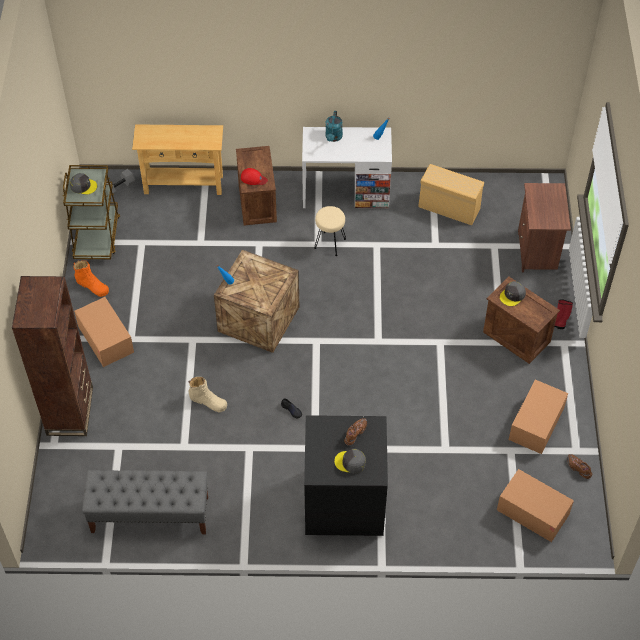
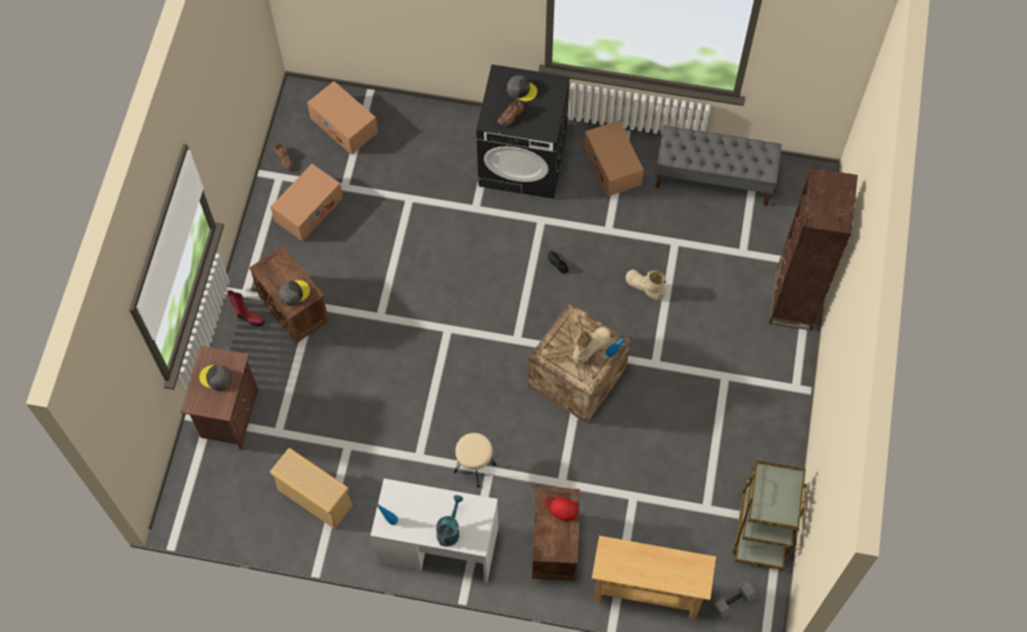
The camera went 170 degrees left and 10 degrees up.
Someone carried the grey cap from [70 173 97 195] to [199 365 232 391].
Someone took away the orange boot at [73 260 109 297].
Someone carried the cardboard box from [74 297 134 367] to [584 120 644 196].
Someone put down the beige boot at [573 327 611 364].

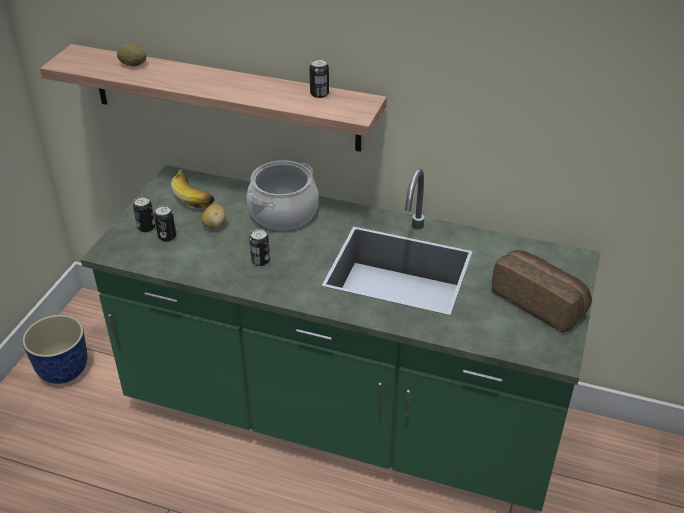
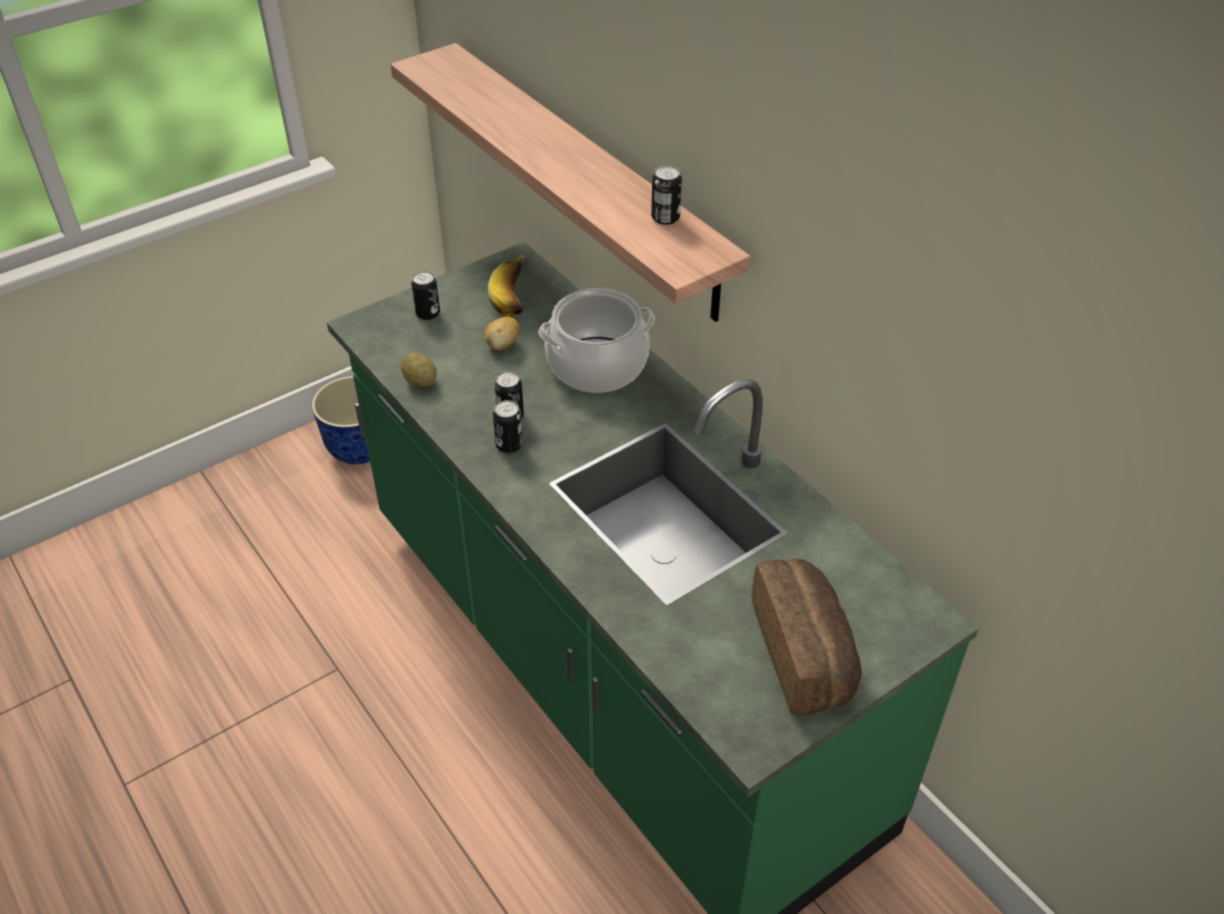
The camera went 35 degrees right and 5 degrees up.
Someone carried the potato from [117 44 146 66] to [401 353 437 387].
Someone carried the can from [154 205 176 242] to [493 400 523 453].

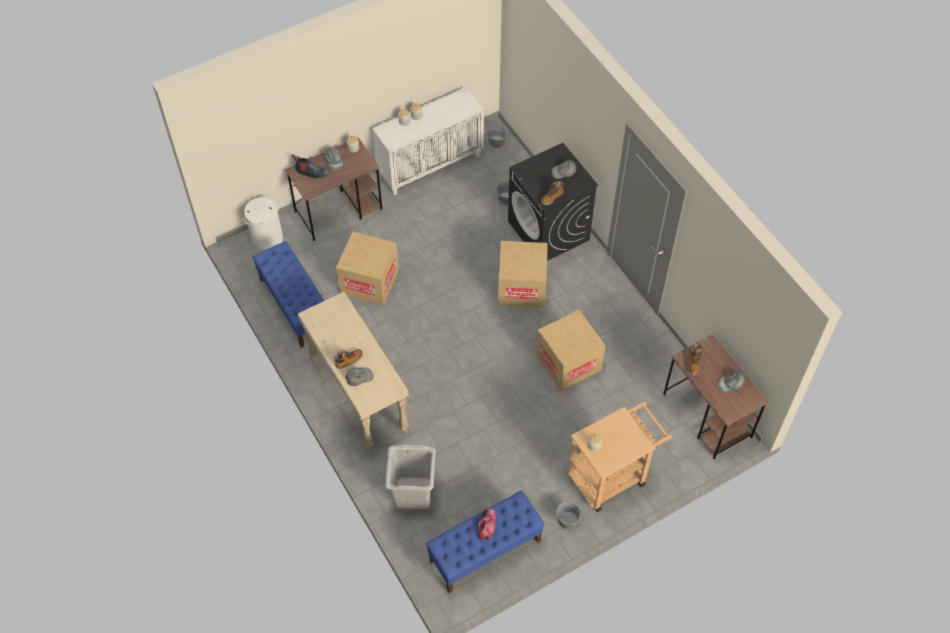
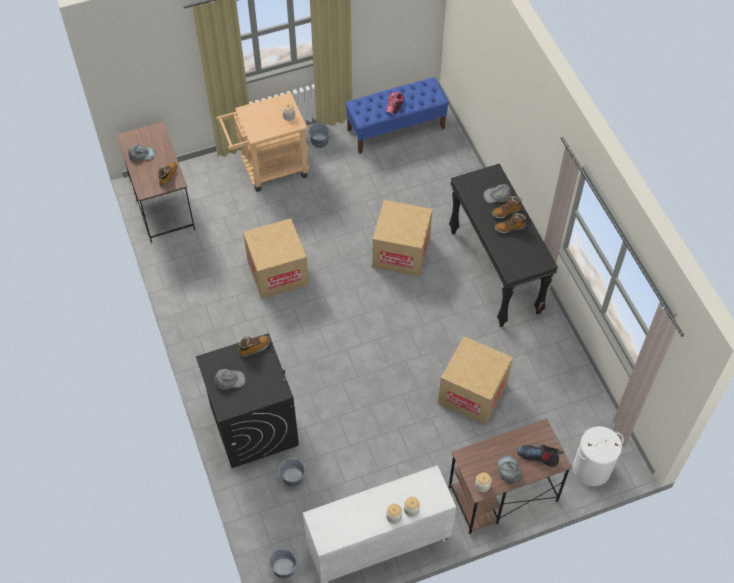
The camera went 170 degrees left and 0 degrees up.
Someone took away the blue bench at [252 241 324 348].
Someone carried the cardboard box from [498 241 548 308] to [372 200 432 277].
Someone repainted the beige console table at [298 292 409 451], which became the black console table at [449 164 558 327].
Someone took away the grey laundry basket at [385 445 436 509].
Someone put down the boot at [495 213 527 233].

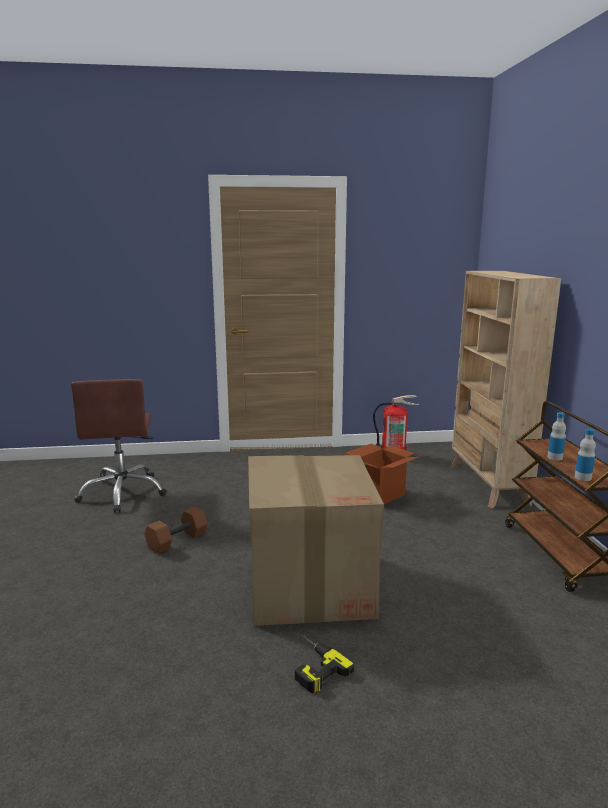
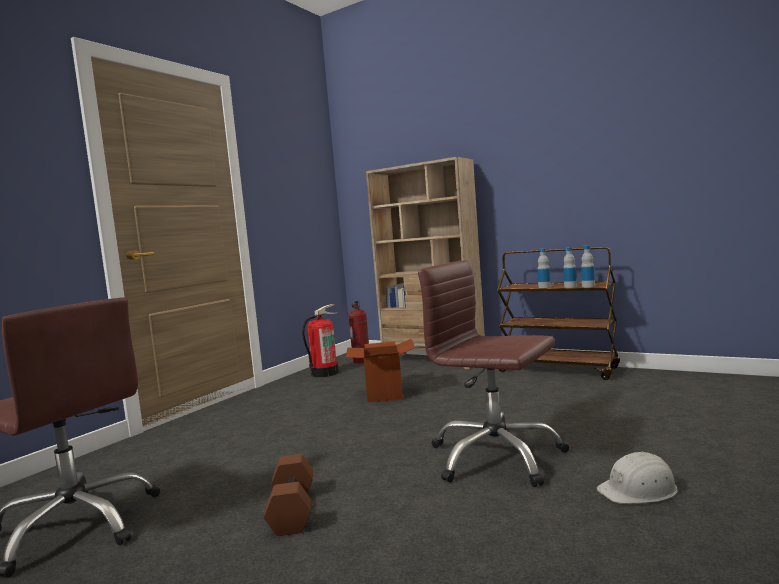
The camera went 50 degrees left and 10 degrees down.
Someone swapped the cardboard box at [248 455 384 626] for the brown office chair at [418 260 569 487].
Someone swapped the power drill at [295 634 354 693] for the white hard hat at [597 451 678 504].
Someone put down the bottle at [563 247 577 288].
Someone put down the fire extinguisher at [349 301 369 364].

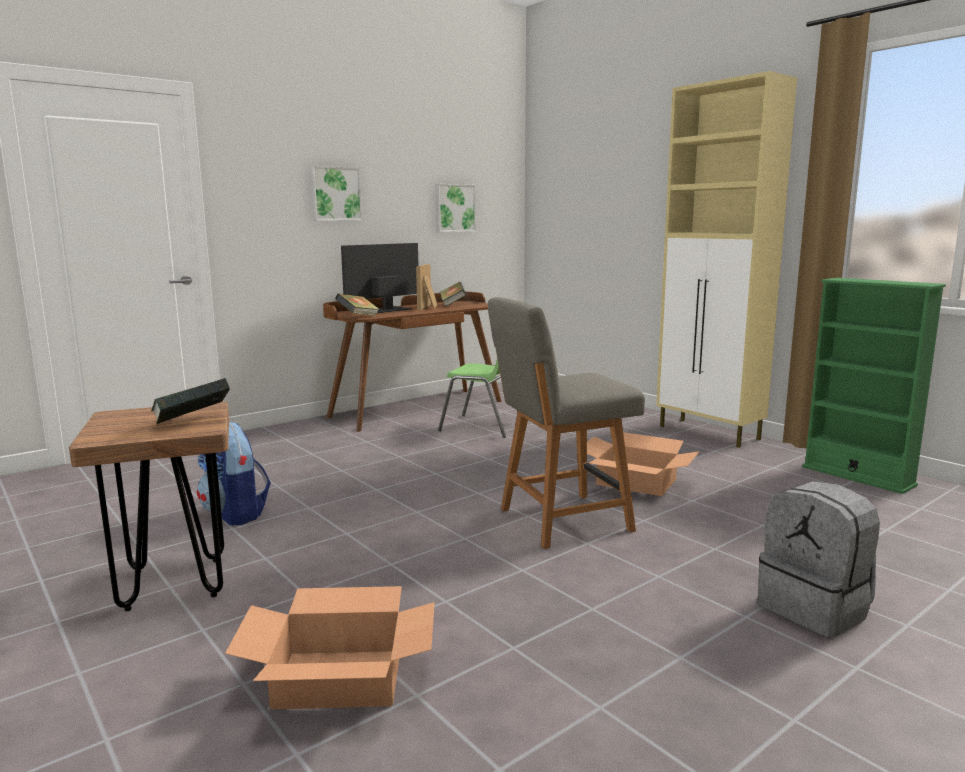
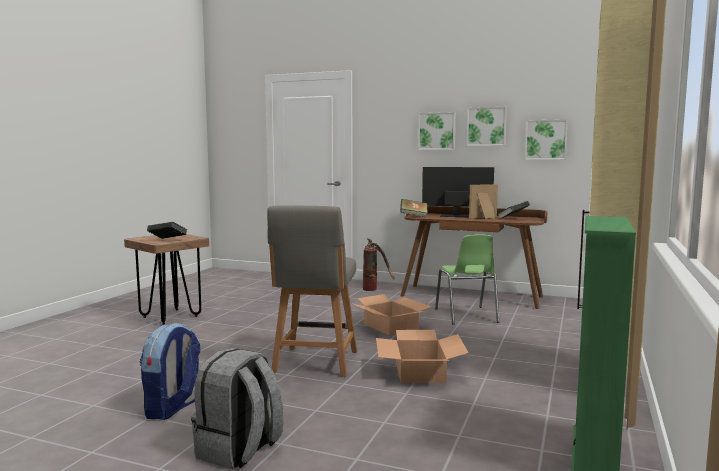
The camera went 60 degrees right and 5 degrees down.
Someone rotated the grey chair at [488 297 645 549] by 120 degrees counterclockwise.
Someone carried the backpack from [197 422 271 526] to [140 323 201 420].
Someone carried the cardboard box from [225 586 435 709] to [351 294 431 335].
Someone put up the picture at [467 107 507 146].
Someone put down the fire extinguisher at [363 238 395 291].

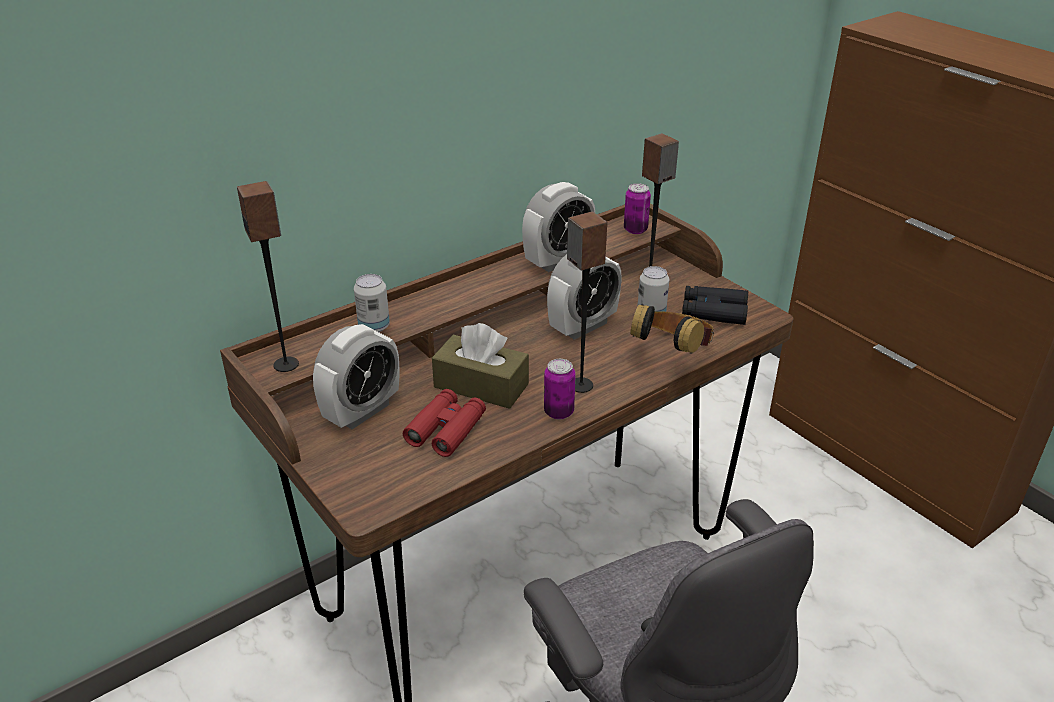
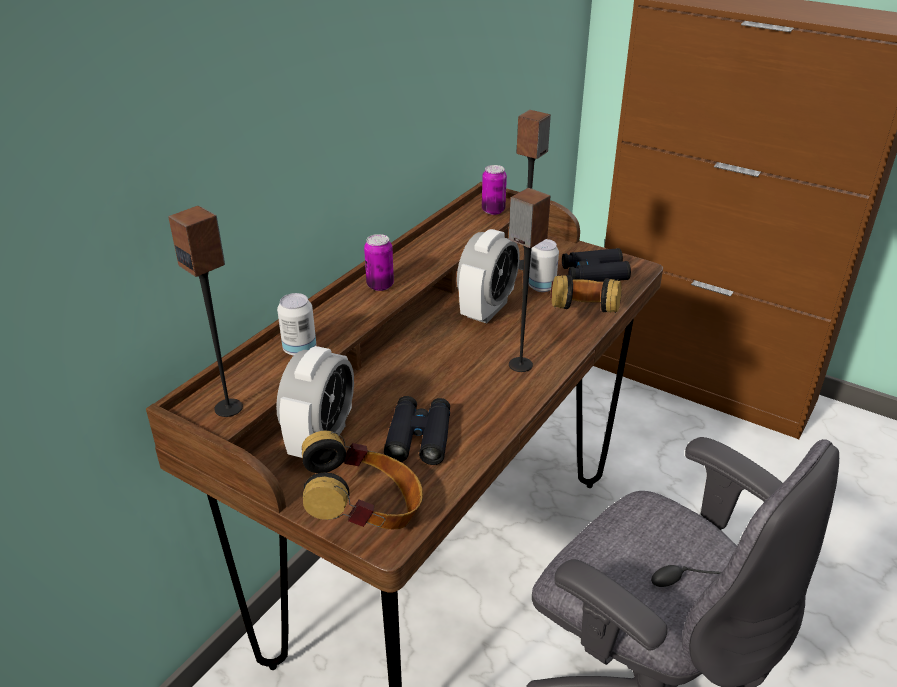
The camera went 20 degrees left and 0 degrees up.
Someone took away the alarm clock at [522 182 595 272].
Someone took away the brown tissue box at [432 323 529 409].
Someone carried the can from [544 359 576 419] to [364 234 394 291].
Someone repainted the red binoculars at [403 389 486 457], which became the black binoculars at [384 396 450 465].
Someone put down the headphones at [302 430 423 529].

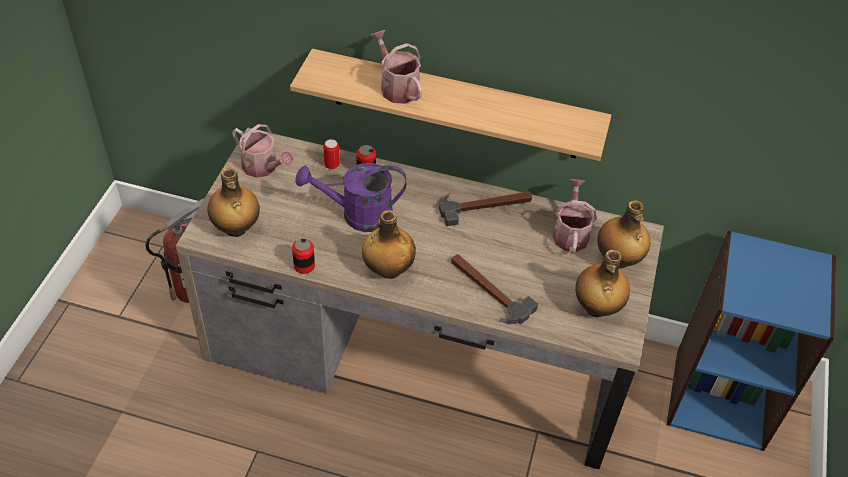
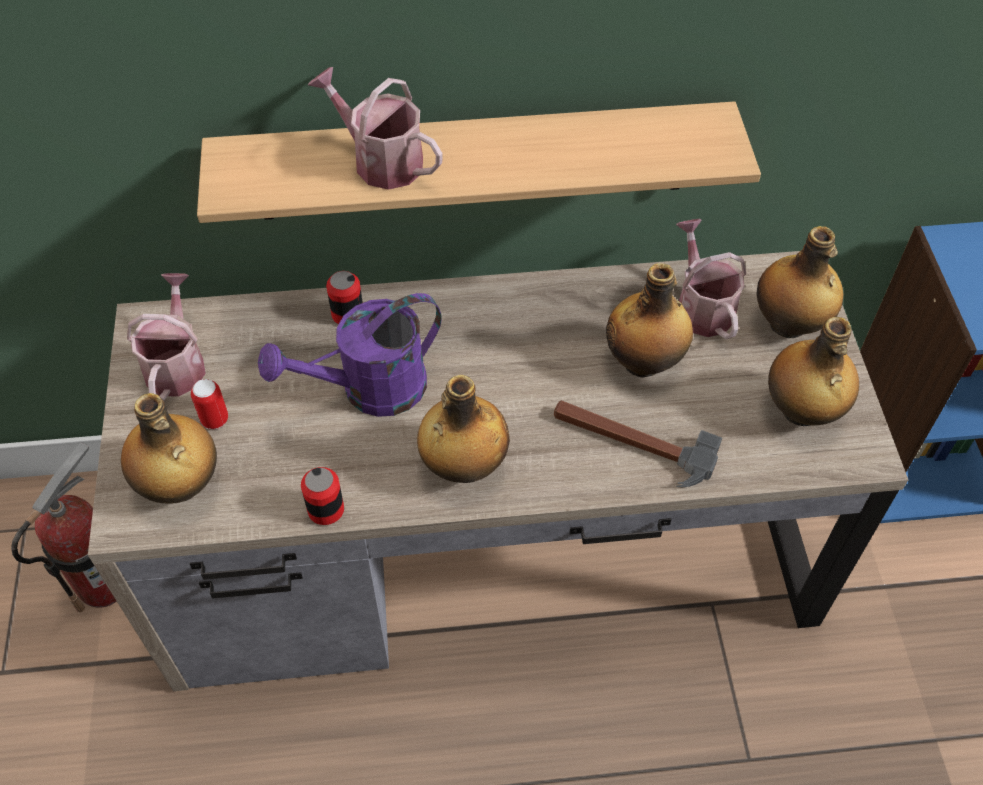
The camera went 20 degrees left and 5 degrees up.
Someone rotated the watering can at [232 124 294 178] by 105 degrees counterclockwise.
Someone carried the can from [323 139 340 169] to [191 379 228 429].
Someone took away the hammer at [439 191 532 226].
Someone put down the bottle at [606 263 693 378].

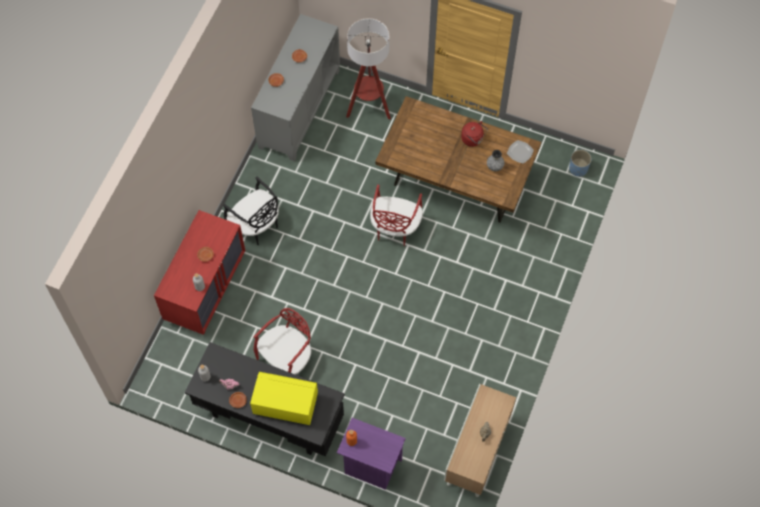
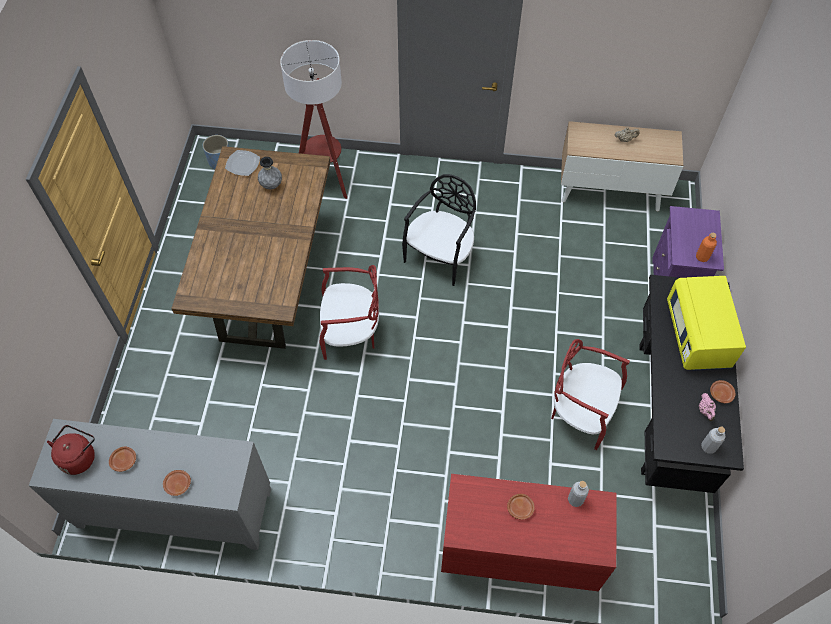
The camera went 105 degrees left and 5 degrees down.
Someone carried the floor lamp from [346 18 391 120] to [280 40 347 199].
Someone carried the red kettle from [461 121 488 147] to [47 425 95 475].
Someone carried the black chair from [223 177 279 245] to [402 174 476 286].

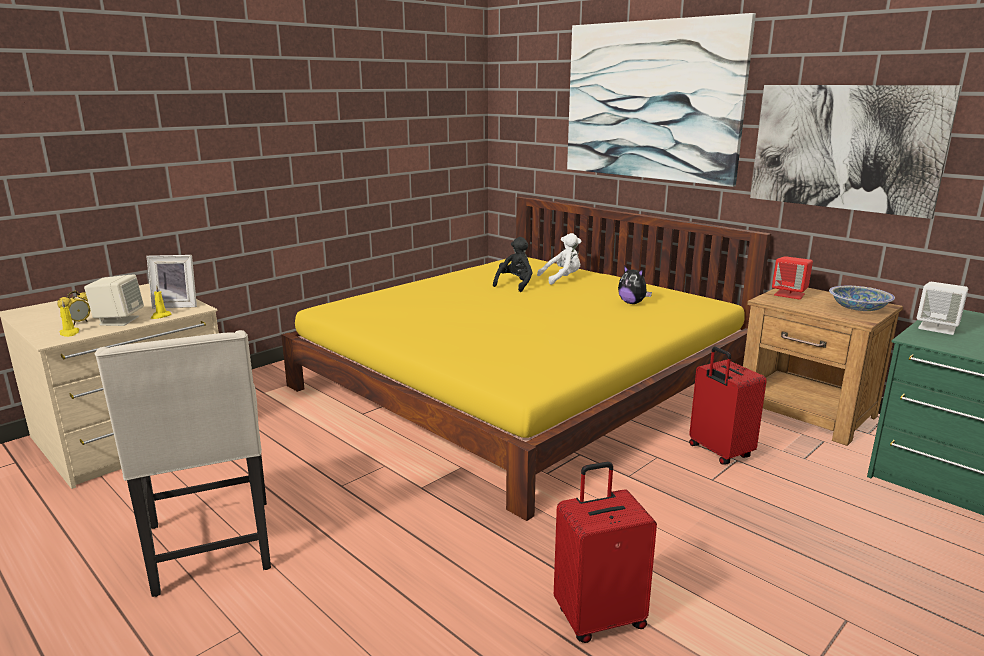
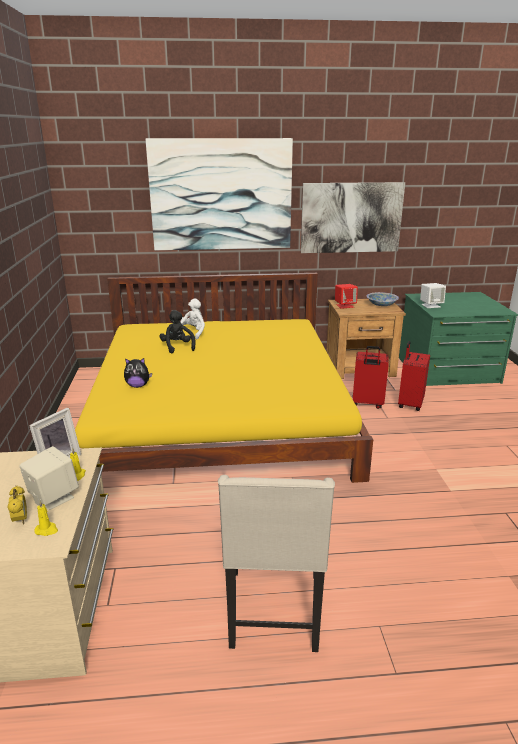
The camera went 50 degrees left and 5 degrees up.
Someone carried the plush toy from [618 265 652 304] to [124 358 152 388].
Someone rotated the beige chair at [95 330 271 597] by 75 degrees clockwise.
Someone carried the red suitcase from [554 462 657 643] to [398 341 430 411].

